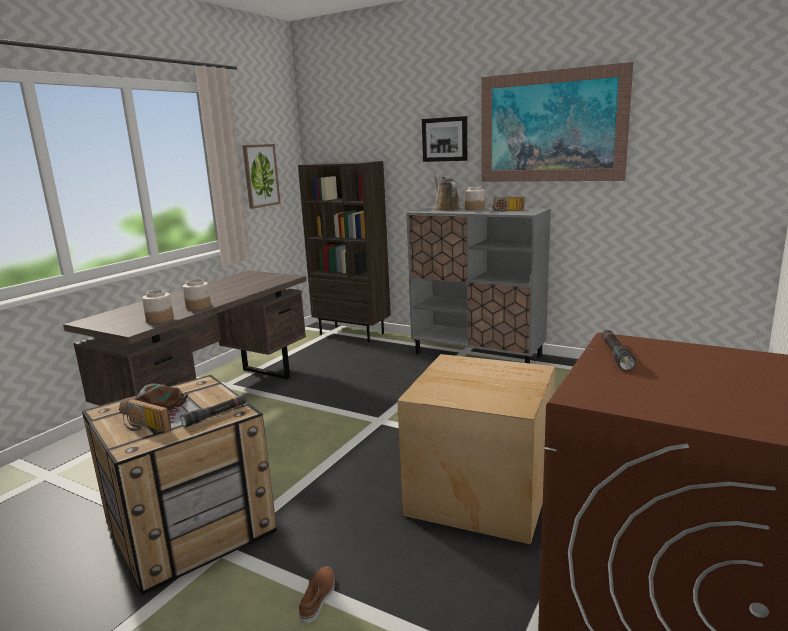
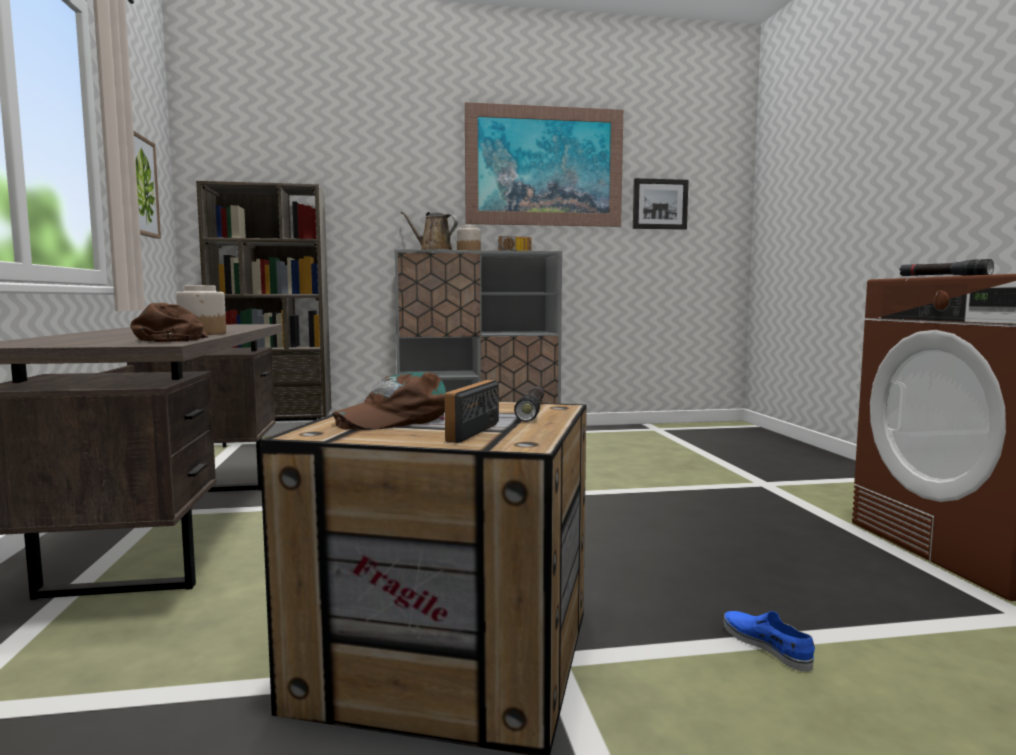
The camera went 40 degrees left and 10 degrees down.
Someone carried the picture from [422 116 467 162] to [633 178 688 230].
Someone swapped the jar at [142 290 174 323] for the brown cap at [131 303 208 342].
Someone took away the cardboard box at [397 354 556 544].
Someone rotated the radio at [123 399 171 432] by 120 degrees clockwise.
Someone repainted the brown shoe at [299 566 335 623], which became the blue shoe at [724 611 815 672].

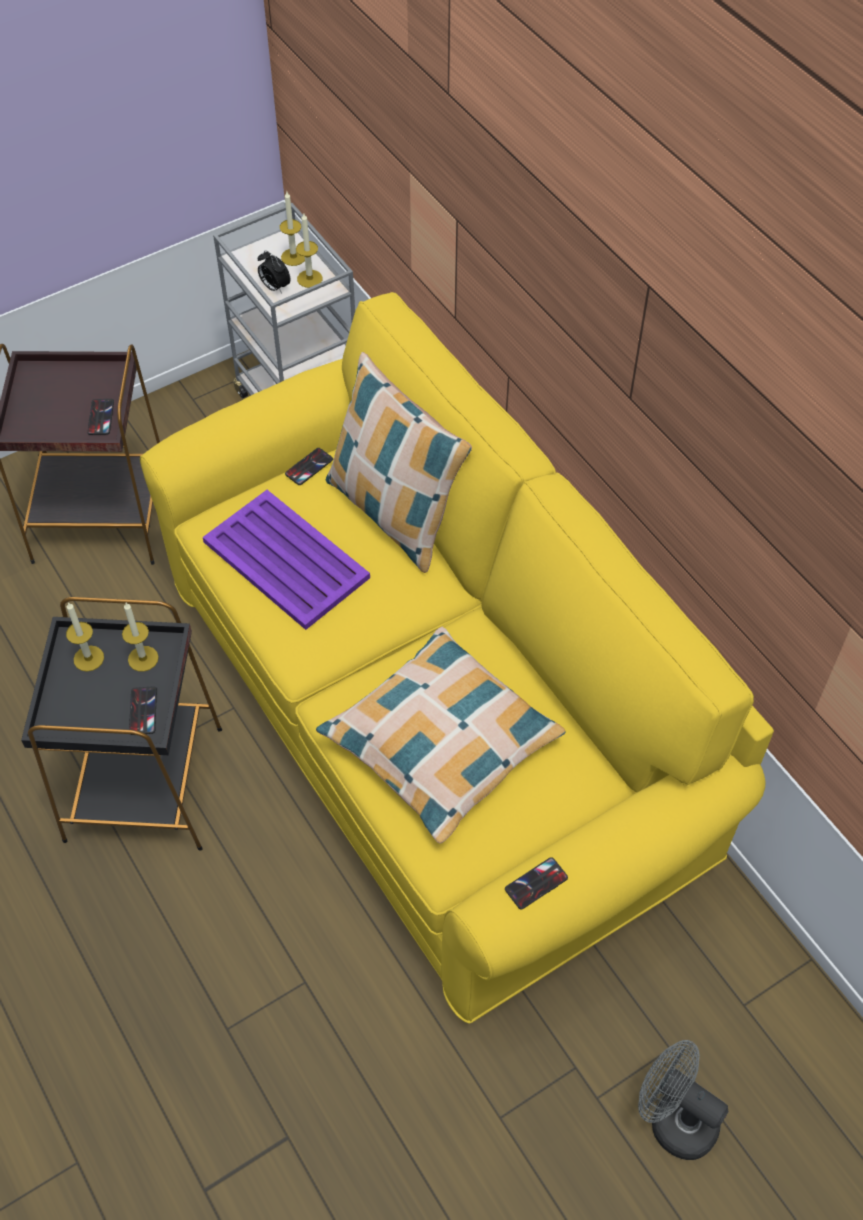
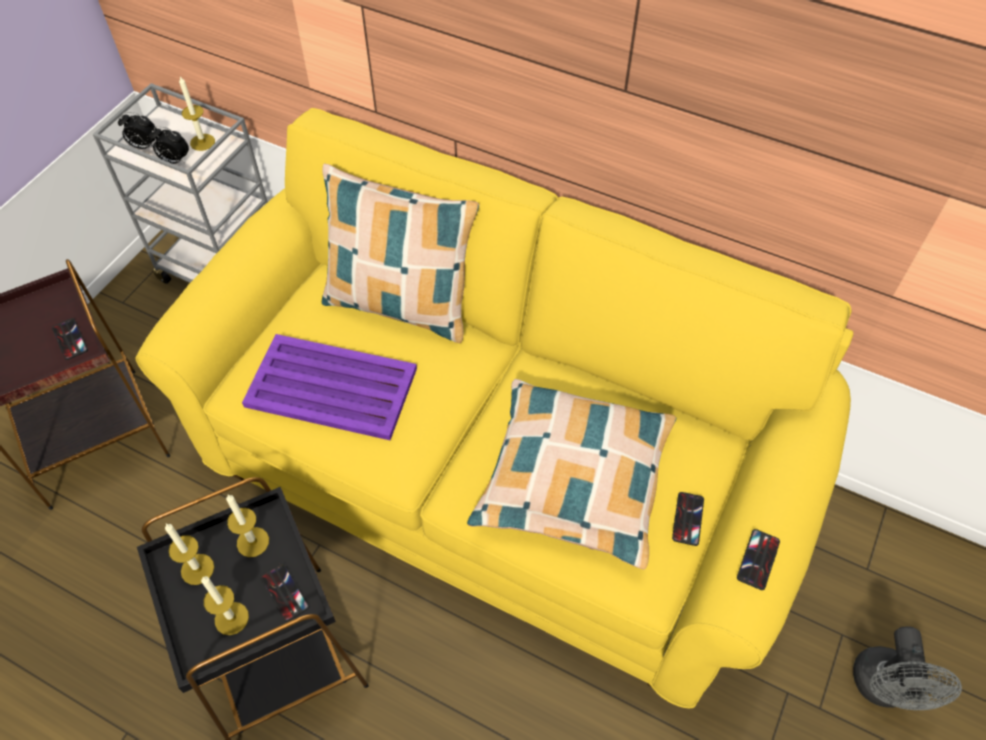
The camera went 30 degrees left and 0 degrees up.
Someone carried the candle from [280 192 305 266] to [201 576 249 635].
Someone carried the phone from [285 448 333 485] to [672 492 704 546].
Someone rotated the grey fan at [638 1040 729 1160] by 90 degrees counterclockwise.
Someone put down the alarm clock at [118 112 157 149].

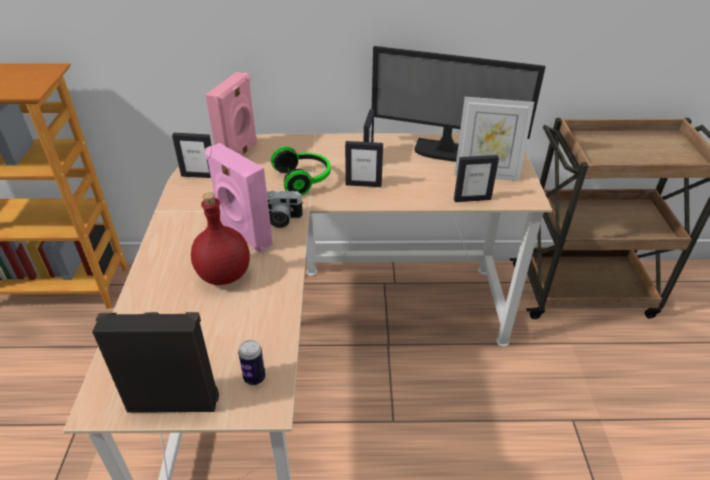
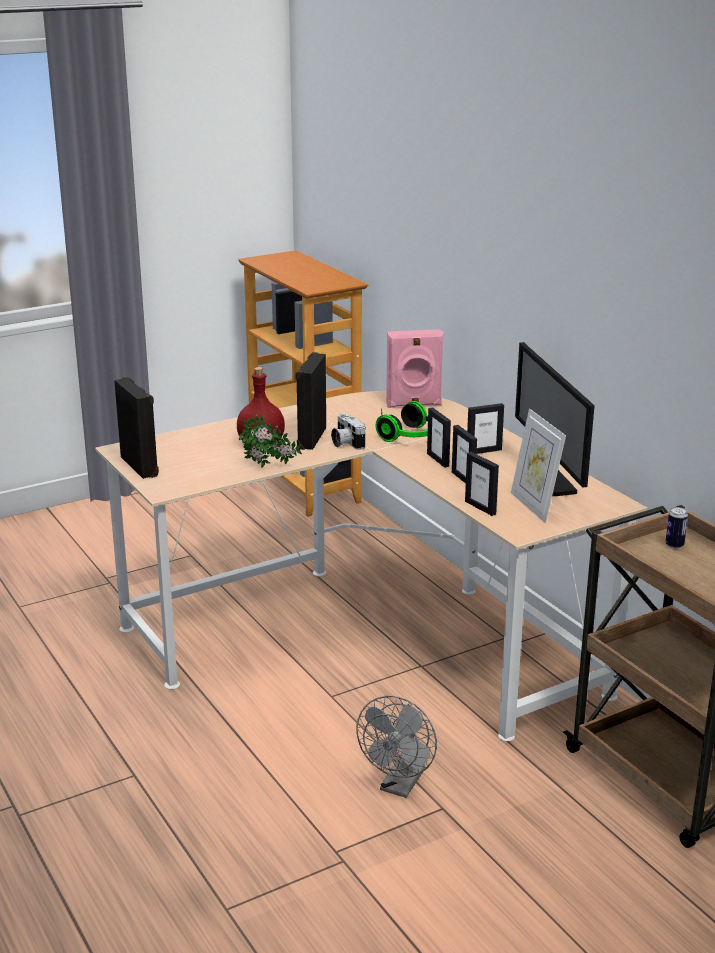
The camera went 60 degrees right and 15 degrees down.
Someone carried the picture frame from [172 133 212 178] to [452 425 477 483].
Someone repainted the pink speaker at [205 143 273 253], which became the black speaker at [296 352 326 450].
Someone carried the can from [238 340 266 385] to [666 507 688 549].
Someone put down the potted plant at [239 414 302 468].
Someone put down the grey fan at [356 696 437 798].

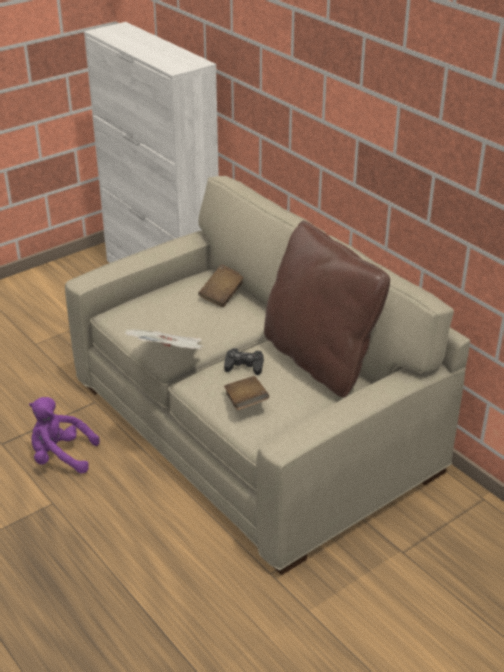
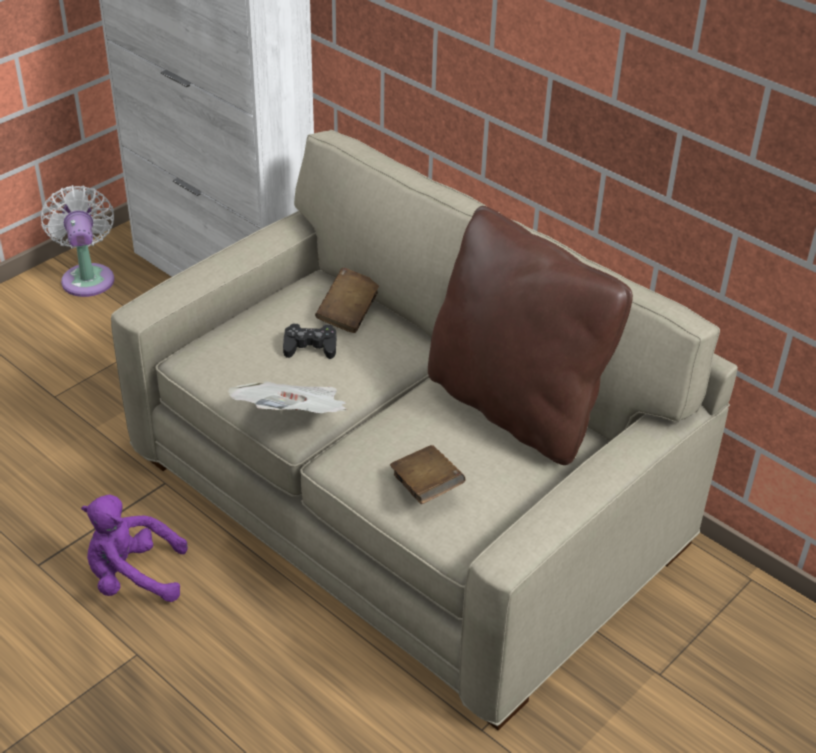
The camera went 10 degrees left and 5 degrees up.
Someone carried the black game controller from [224 348 264 375] to [283 324 337 359].
Someone put down the white fan at [41 185 114 297].

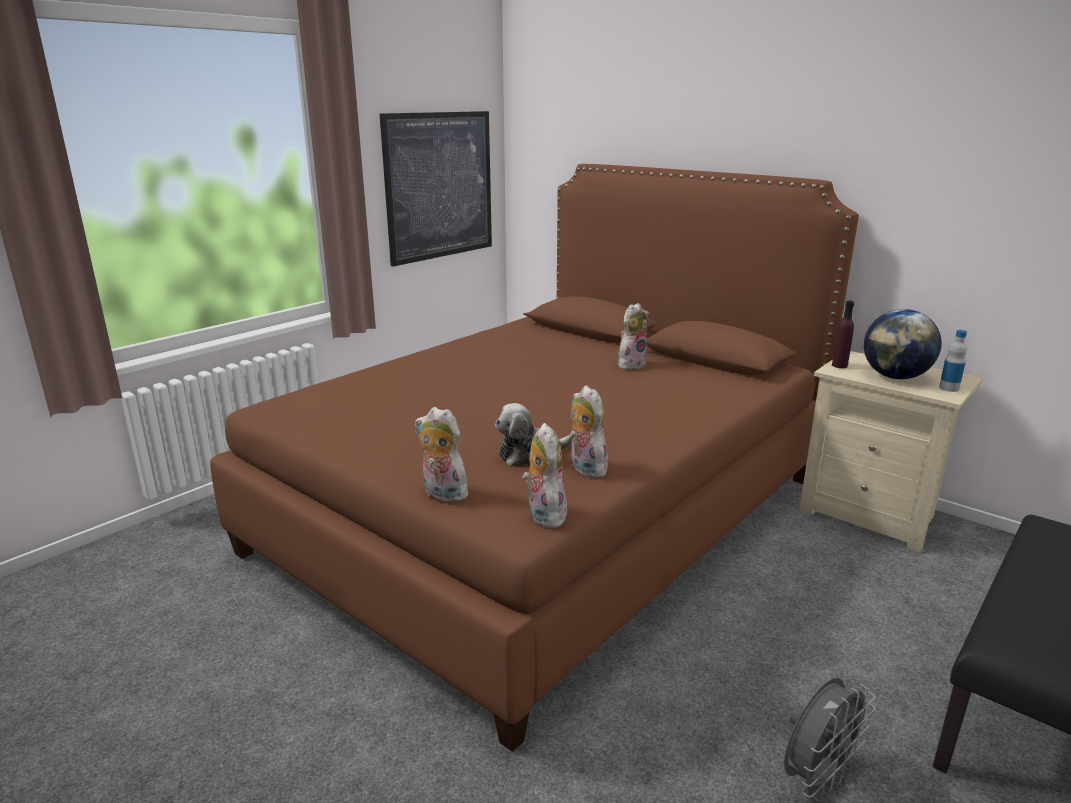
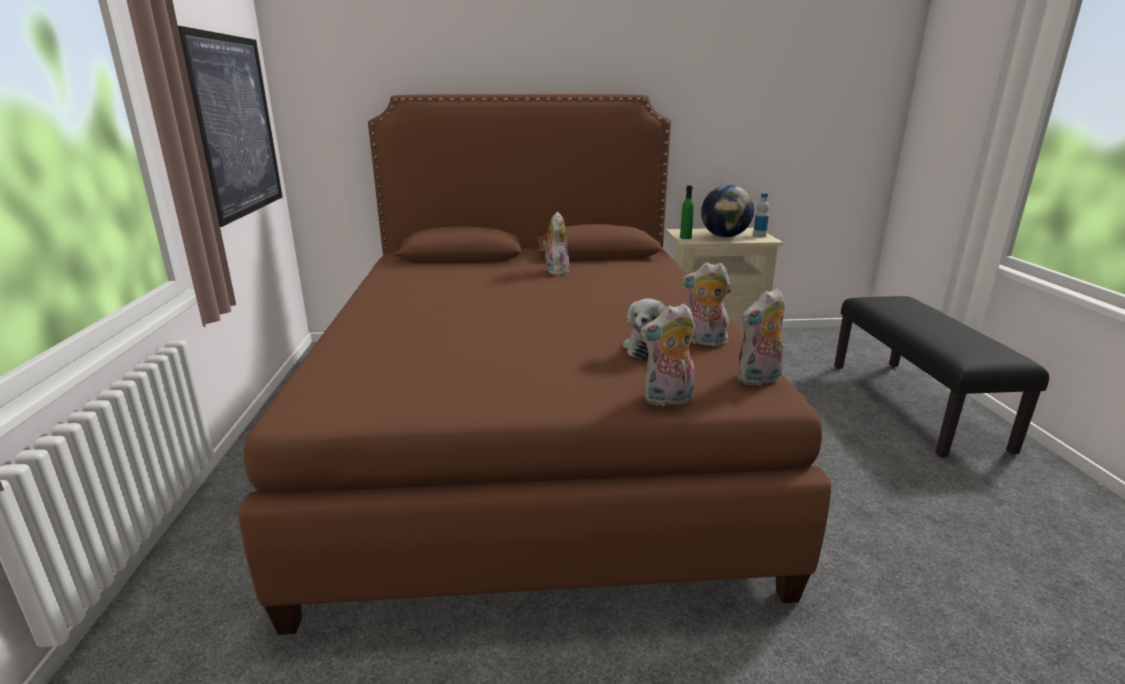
The camera went 45 degrees left and 0 degrees up.
Someone repainted the purple bottle at [832 300 854 368], which became the green bottle at [680 185 694 239].
Someone rotated the plush toy at [522 423 567 528] by 60 degrees counterclockwise.
Someone took away the grey fan at [784 678 876 802].

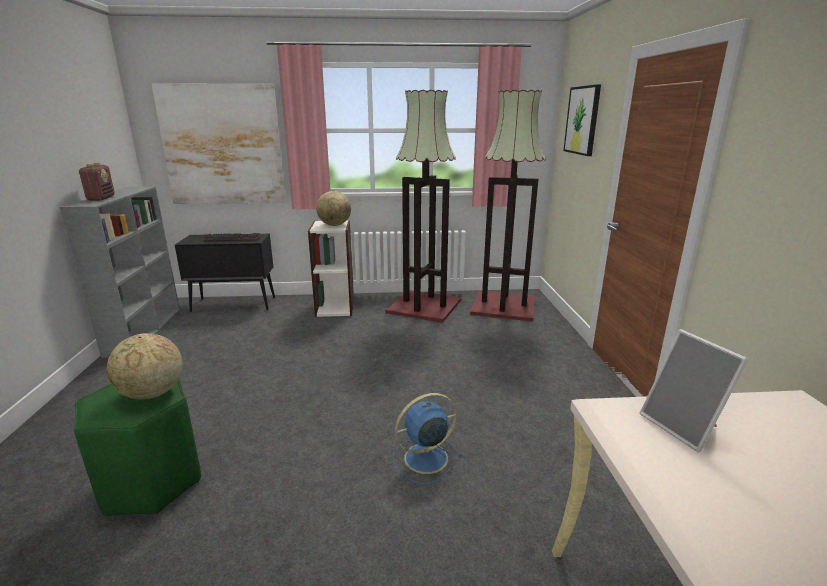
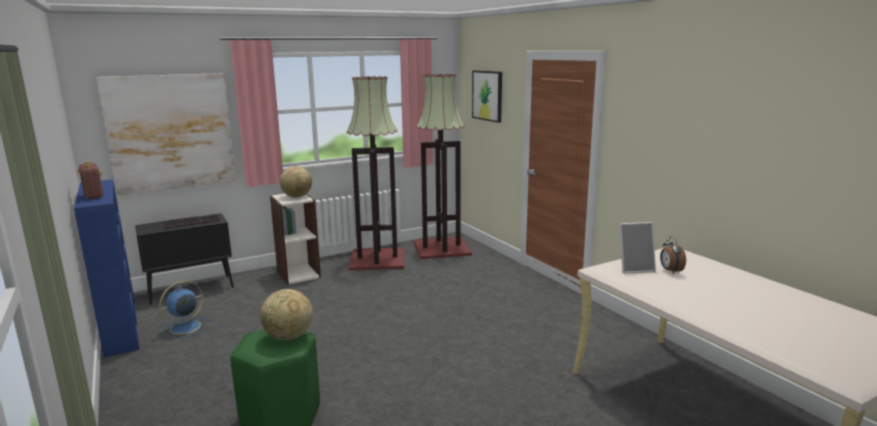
The camera went 25 degrees left and 5 degrees down.
Someone repainted the grey bookcase at [60 187 180 358], which became the blue bookcase at [74 179 139 358].
Someone rotated the picture frame at [640 329 749 452] by 45 degrees counterclockwise.
Someone carried the blue fan from [393 393 462 484] to [159 281 211 339].
Someone put down the alarm clock at [660 236 686 274].

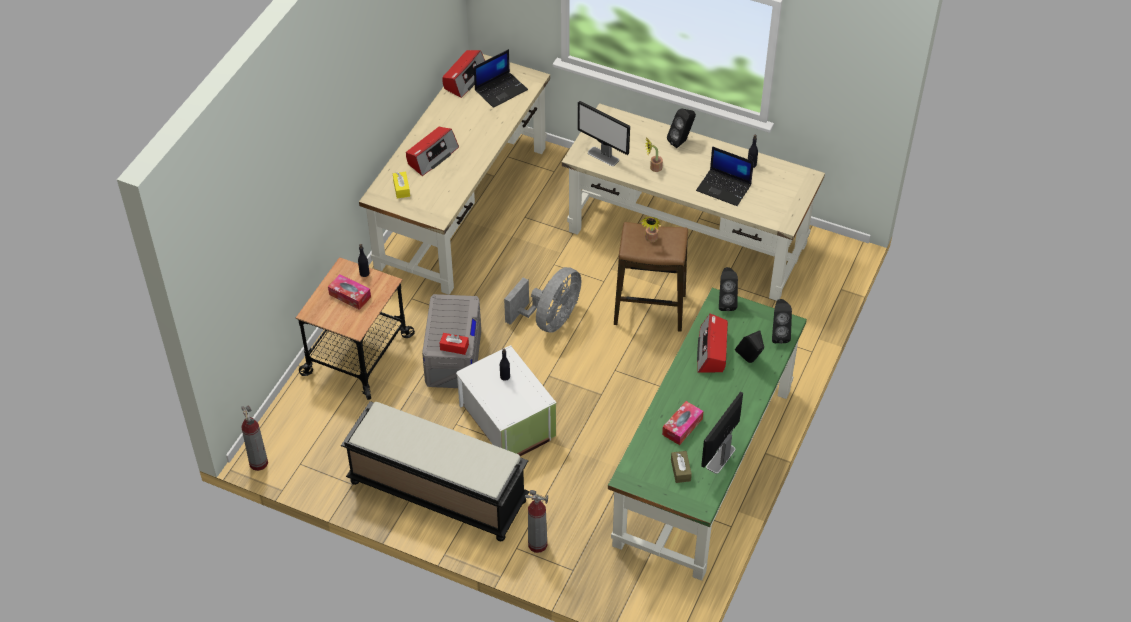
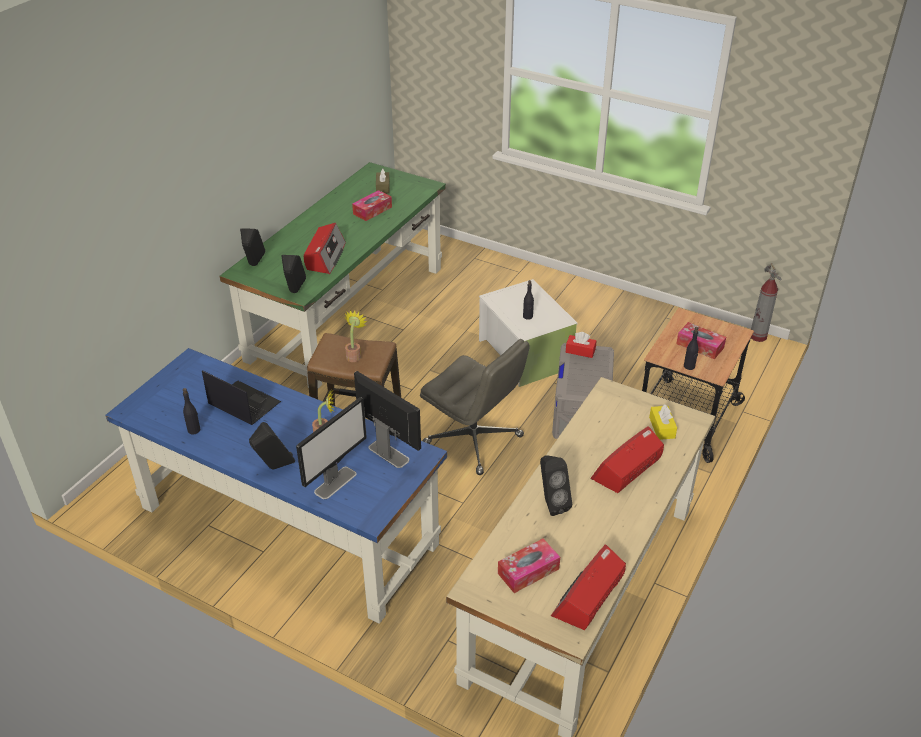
The camera went 175 degrees left and 10 degrees down.
Someone swapped the laptop at [474 49 528 108] for the tissue box at [498 539 560 593].
Someone repainted the beige desk at [562 103 825 301], which became the blue desk at [105 348 447 624].
Someone swapped the grey fan at [504 267 581 333] for the grey office chair at [420 339 530 475].
Someone carried the black speaker from [735 330 764 363] to [540 455 572 516].
Someone carried the monitor from [701 392 743 474] to [296 397 367 499].
Someone took away the black bench at [341 401 529 541].
Someone took away the fire extinguisher at [525 490 548 553].

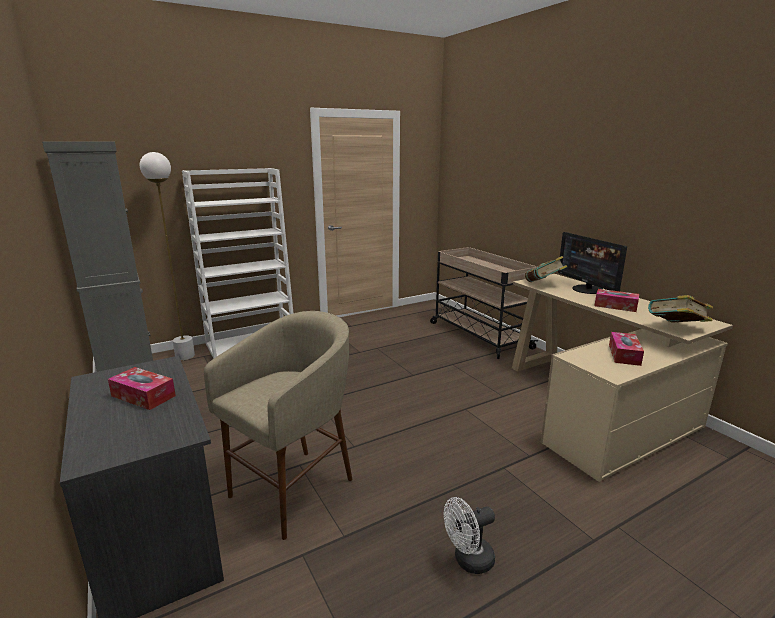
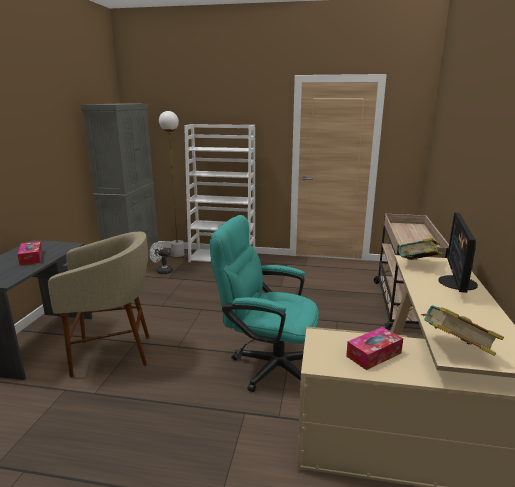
The camera went 40 degrees right and 0 degrees up.
Someone took away the tissue box at [594 289 639 312].
Someone carried the white fan from [444 497 495 574] to [150 242 173 274].
Someone put down the turquoise office chair at [210 215 319 392].

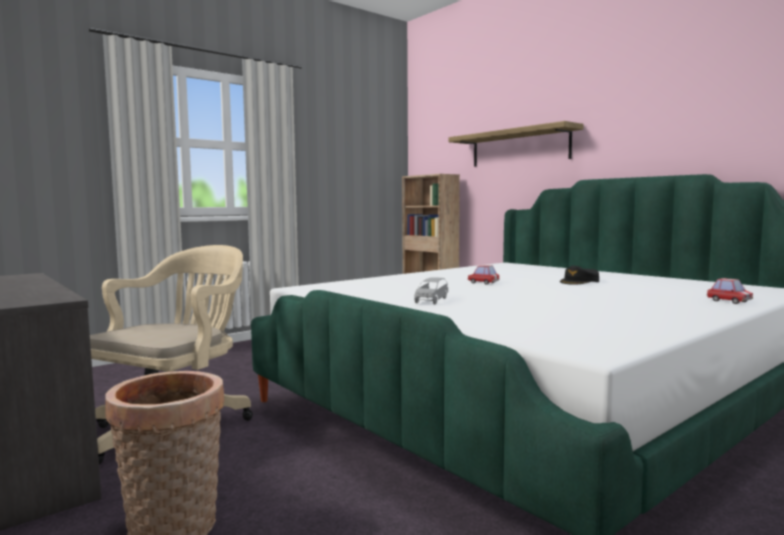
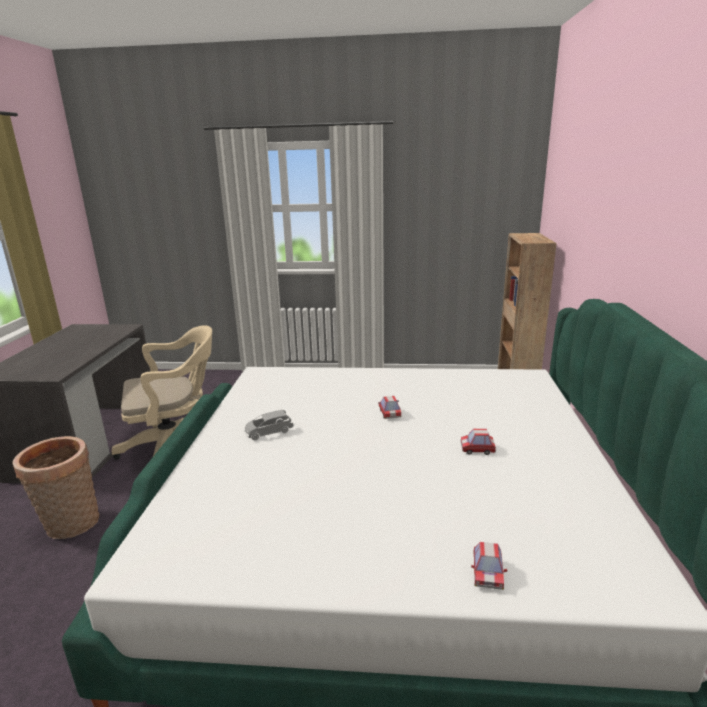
The camera went 45 degrees right and 15 degrees up.
Someone took away the shelf at [448 121 584 167].
Someone swapped the black cap at [560 266 599 285] for the toy car at [461 429 496 455].

